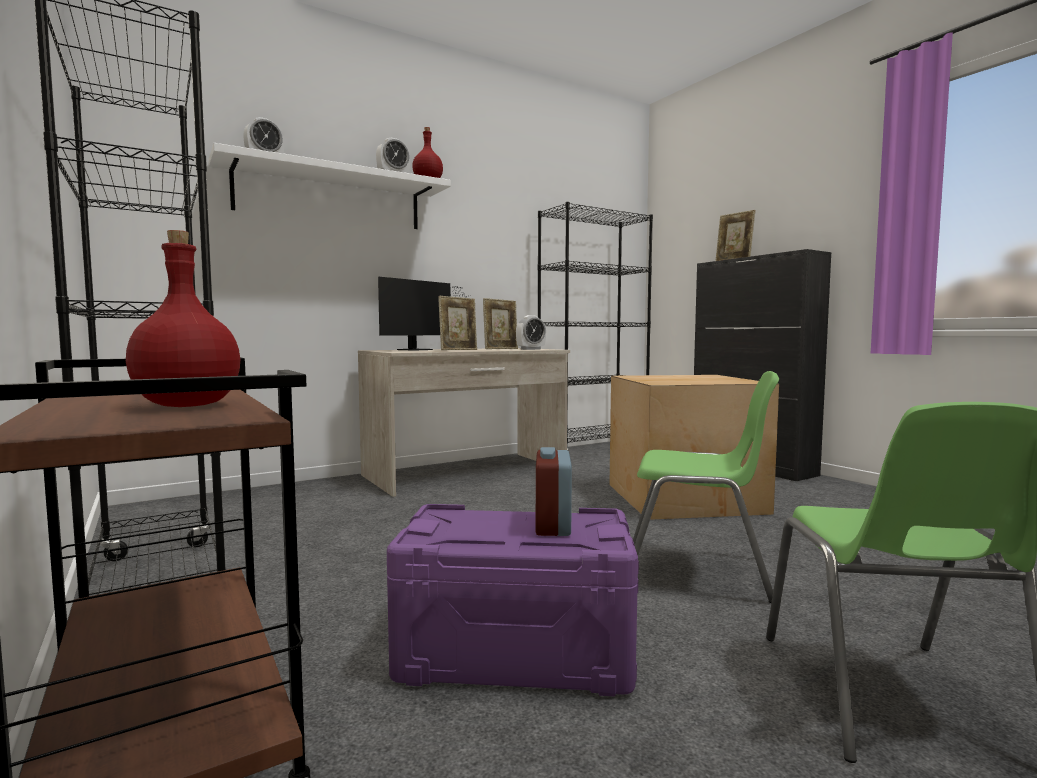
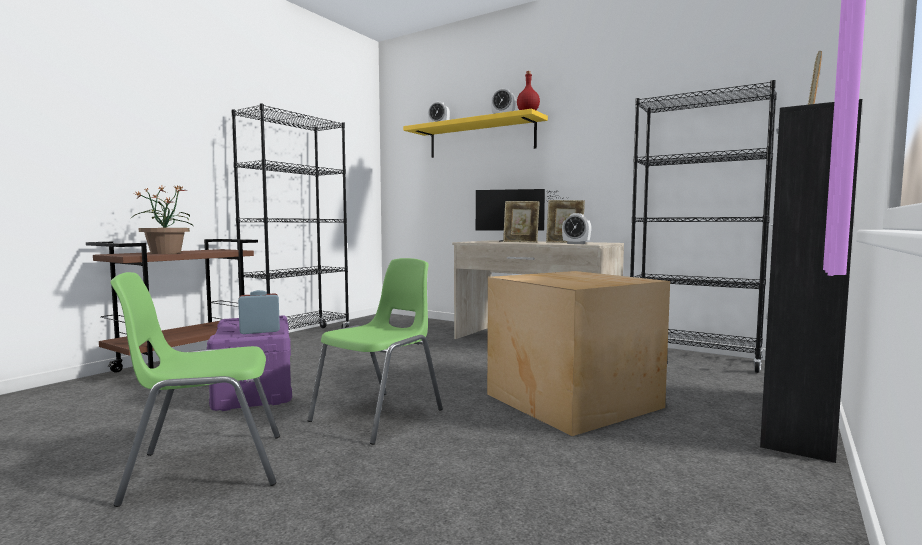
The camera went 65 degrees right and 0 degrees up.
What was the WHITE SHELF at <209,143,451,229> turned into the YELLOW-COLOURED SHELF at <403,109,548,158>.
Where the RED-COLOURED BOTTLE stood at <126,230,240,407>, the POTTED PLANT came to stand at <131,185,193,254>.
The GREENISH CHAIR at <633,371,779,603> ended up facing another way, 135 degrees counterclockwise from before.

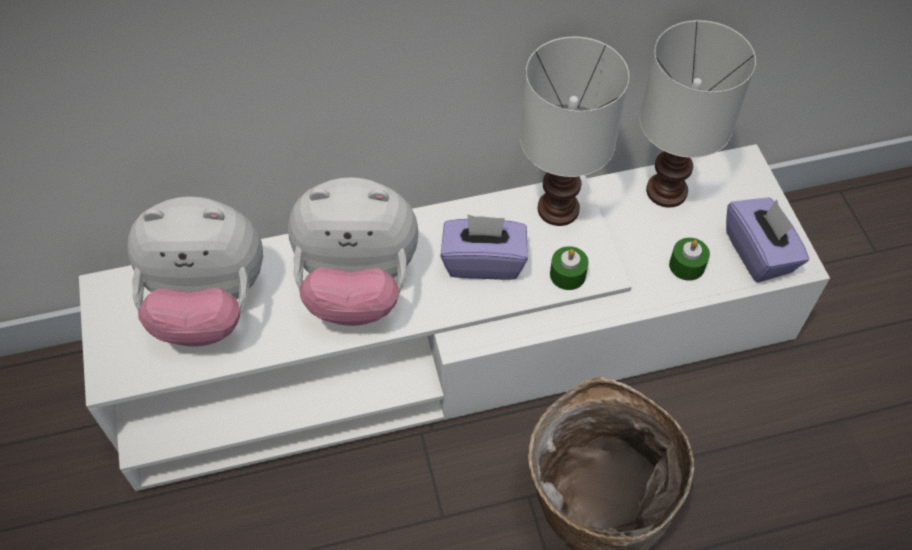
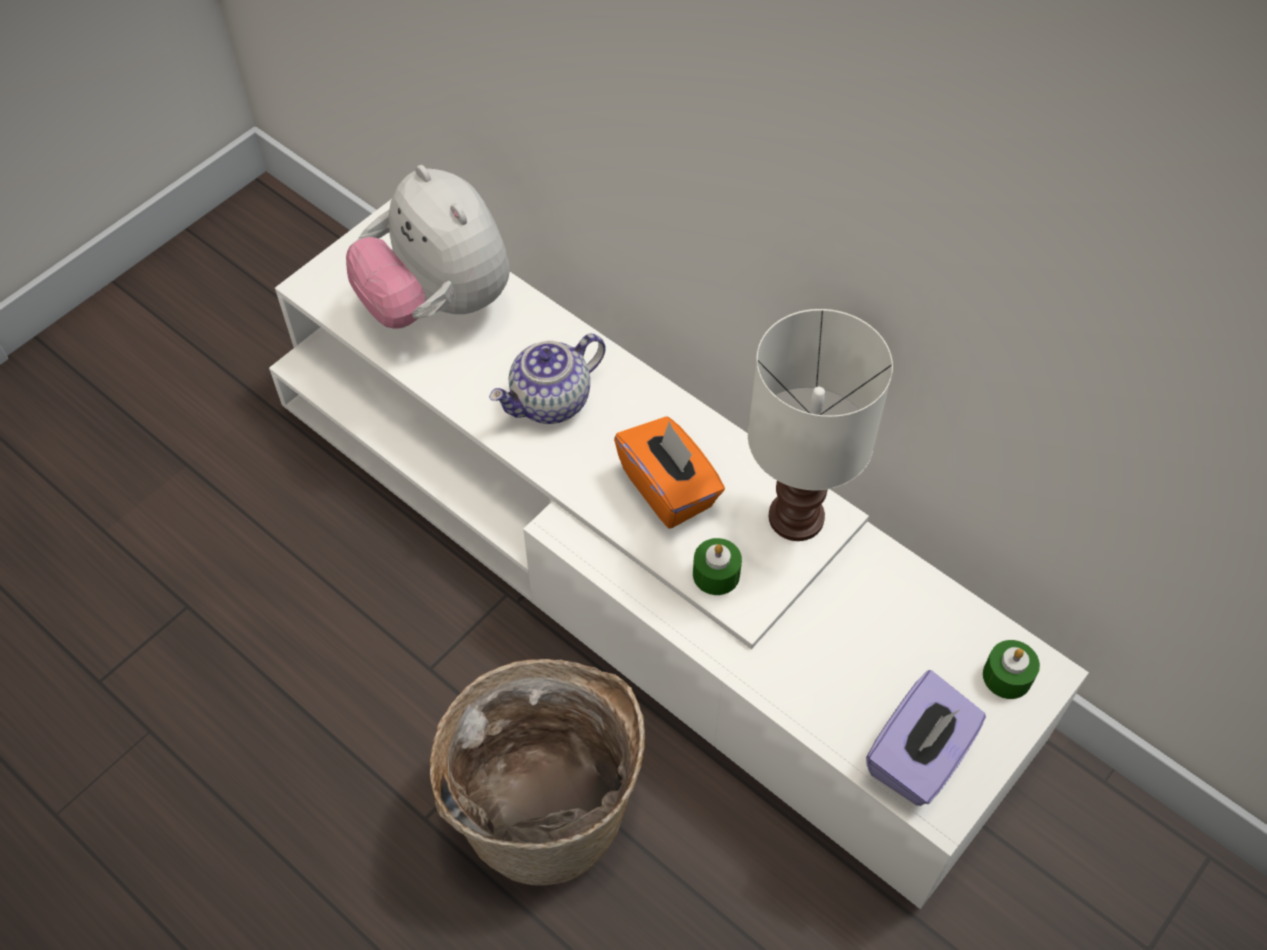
The camera went 55 degrees right and 0 degrees up.
The second view lost the WHITE TABLETOP LAMP at <640,20,756,207>.
Where the SOFT TOY stood at <288,177,419,326>, the TEAPOT came to stand at <489,334,606,424>.
What was the PURPLISH TISSUE BOX at <440,214,528,280> turned into the ORANGE-COLOURED TISSUE BOX at <614,416,725,528>.
The GREENISH CANDLE ended up elsewhere, having gone from <669,238,710,281> to <983,640,1040,699>.

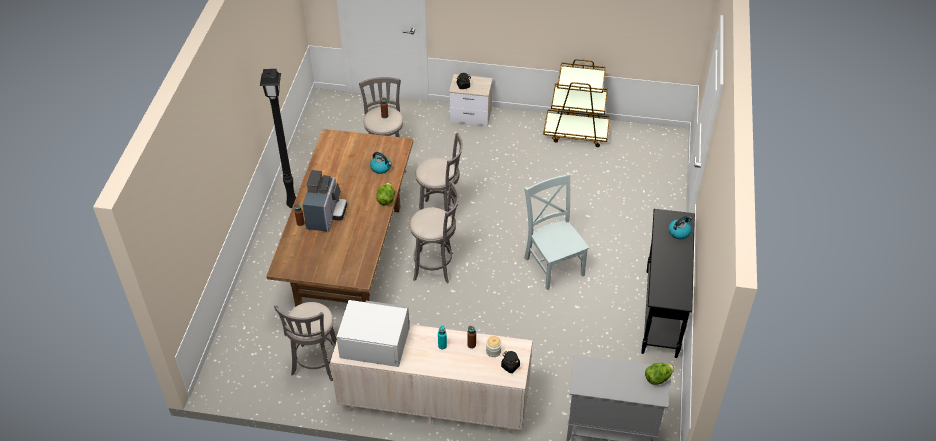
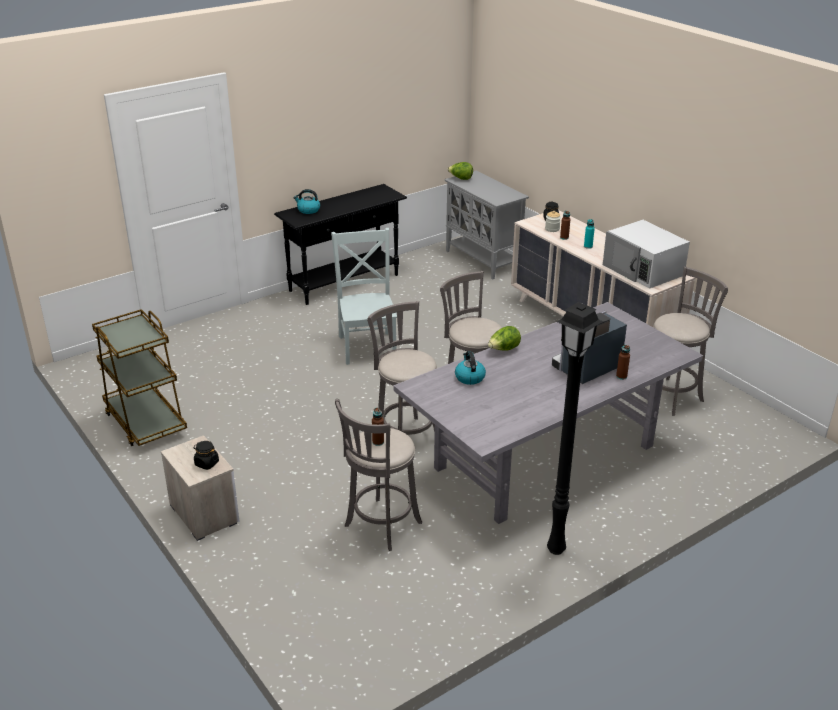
The camera went 135 degrees left and 15 degrees down.
What was the BROWNISH KITCHEN TABLE at <266,129,413,307> turned into the GRAY KITCHEN TABLE at <394,302,703,524>.
The GRAY CHAIR at <524,172,589,290> ended up facing another way, 150 degrees clockwise from before.

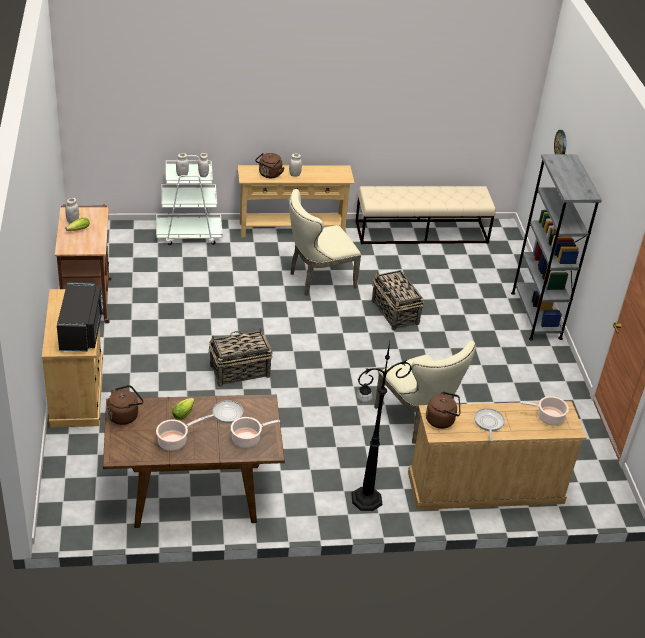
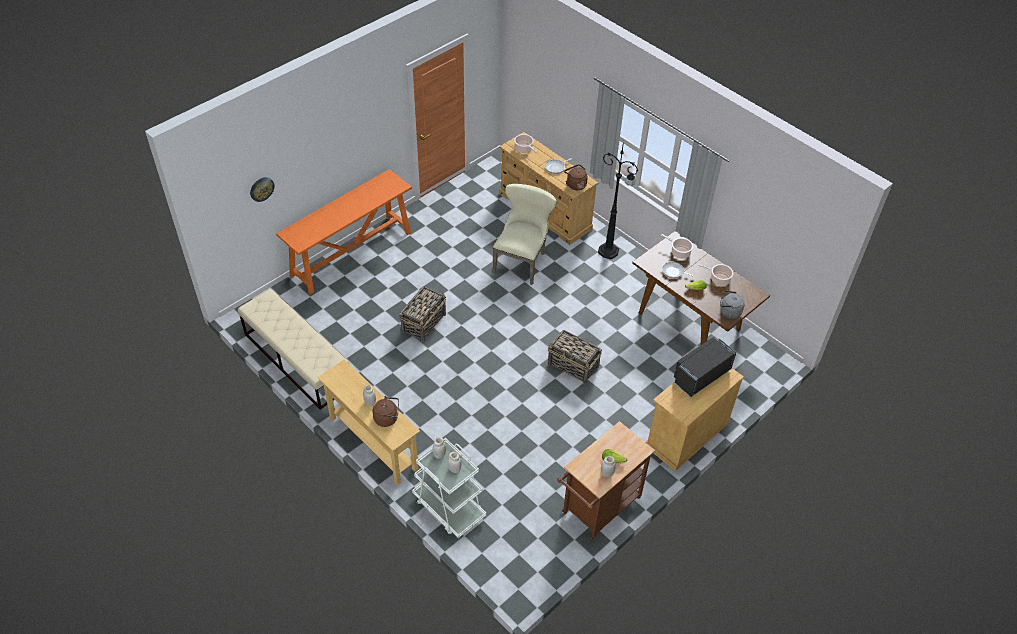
The camera went 125 degrees left and 10 degrees up.
Where the GRAY BOOKCASE stood at <511,154,602,341>, the ORANGE-COLOURED CONSOLE TABLE came to stand at <276,169,412,295>.
The second view lost the SAND-COLOURED CHAIR at <289,189,361,296>.
What was the BROWNISH TEA KETTLE at <107,385,144,425> turned into the GRAY TEA KETTLE at <720,291,744,319>.

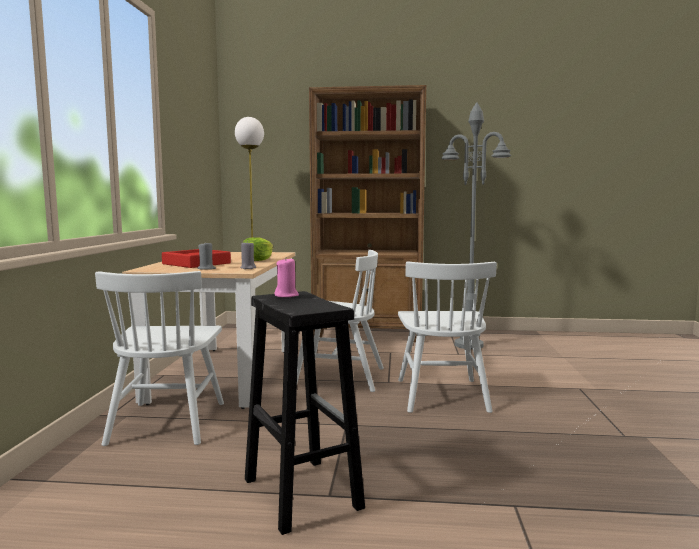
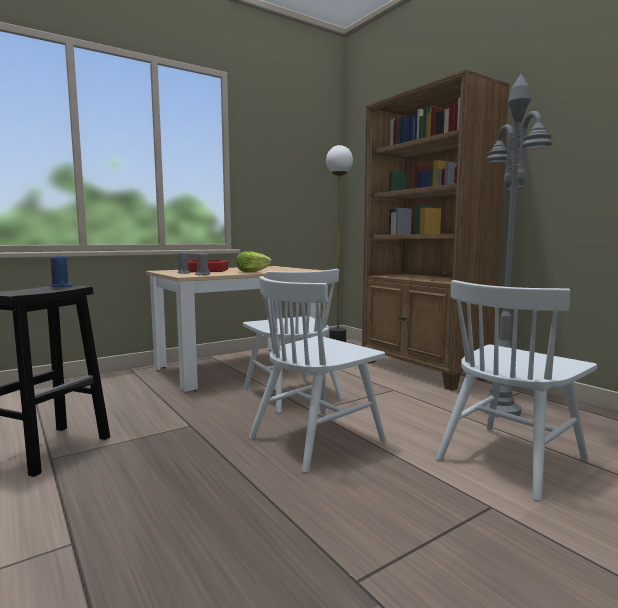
The camera went 50 degrees right and 0 degrees up.
What was the PINKISH CANDLE at <275,258,299,297> turned into the BLUISH CANDLE at <50,254,72,287>.
The WHITE CHAIR ended up elsewhere, having gone from <95,271,224,446> to <436,280,597,501>.

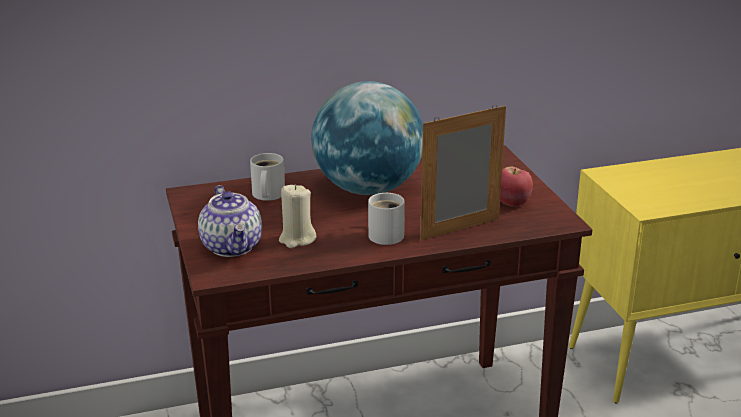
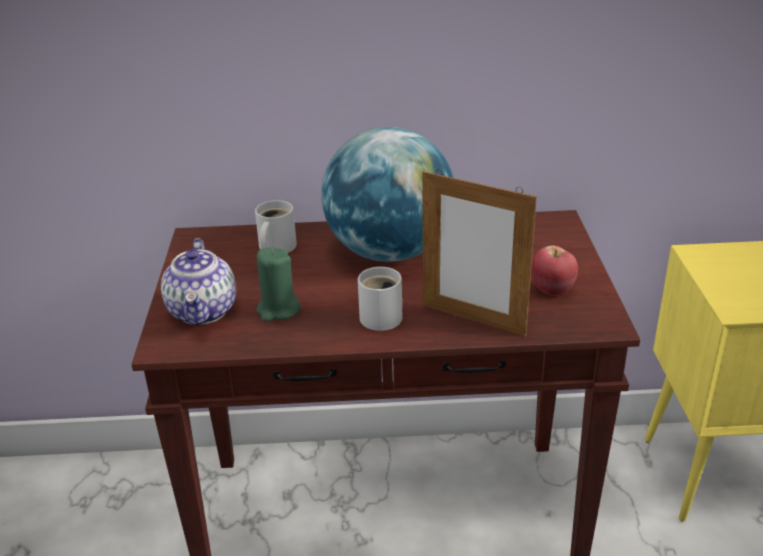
The camera went 15 degrees right and 5 degrees up.
The PHOTO FRAME at <420,104,506,241> ended up facing another way, 135 degrees counterclockwise from before.
What was the SAND-COLOURED CANDLE at <279,184,316,248> turned into the GREENISH CANDLE at <256,247,301,322>.

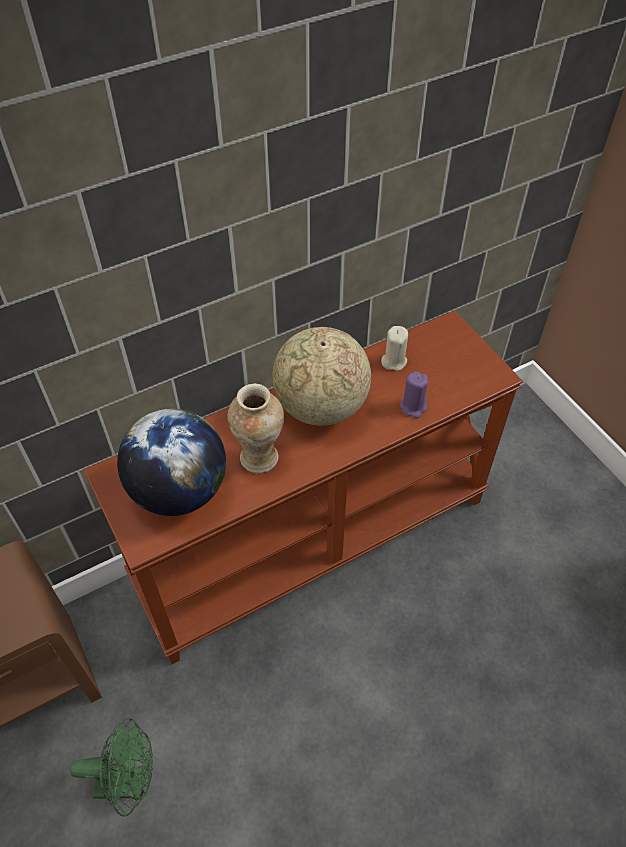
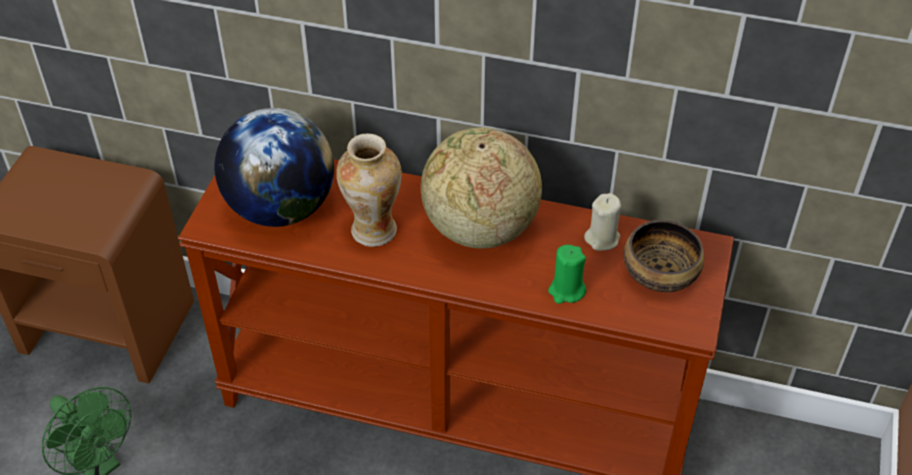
The camera went 45 degrees right and 5 degrees down.
What was the PURPLISH CANDLE at <400,371,428,418> turned into the GREENISH CANDLE at <548,245,586,304>.
The second view gained the BOWL at <624,220,704,292>.

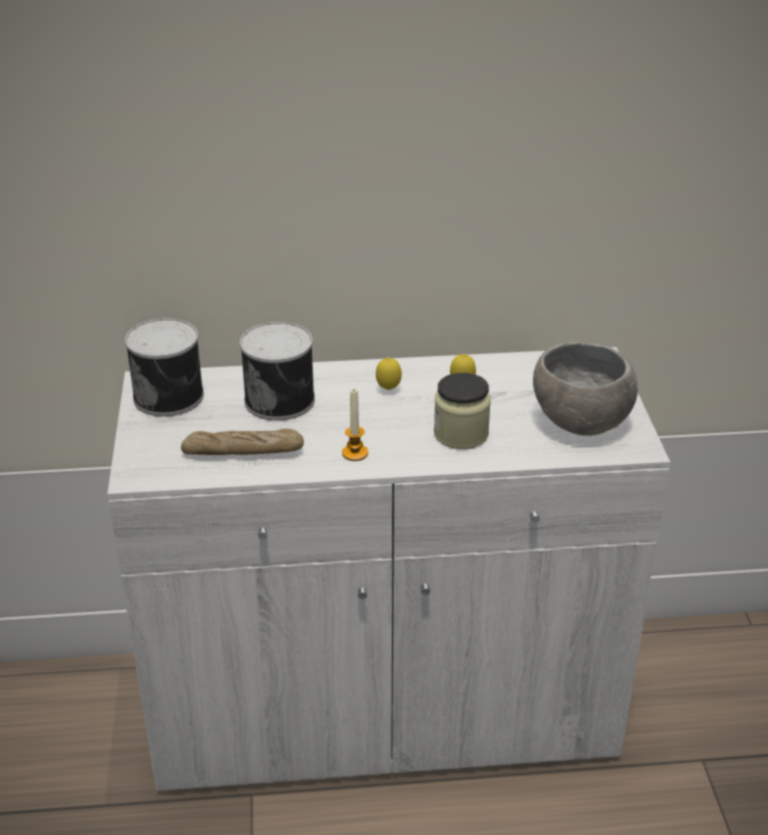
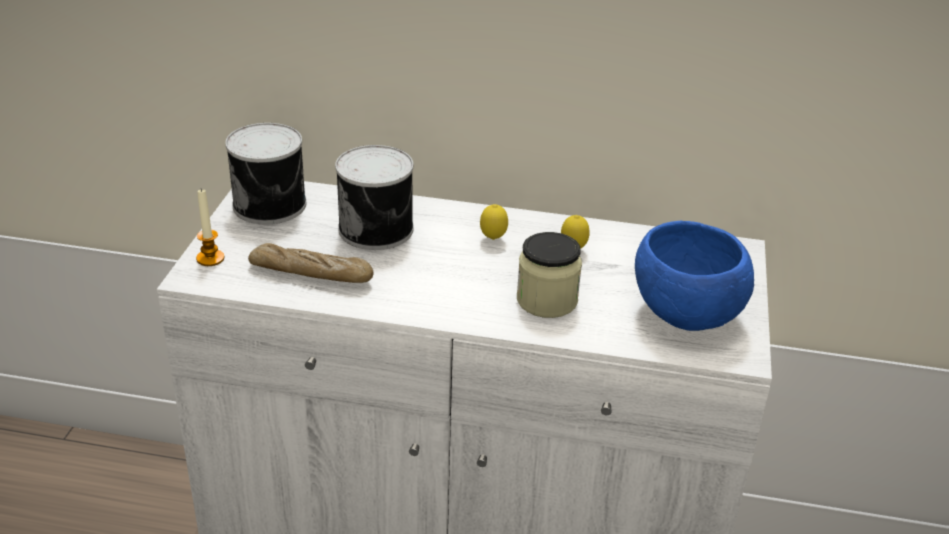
The camera went 15 degrees right and 0 degrees up.
What was the GRAY BOWL at <533,342,638,436> turned into the BLUISH BOWL at <635,220,754,331>.
The CANDLE ended up elsewhere, having gone from <342,390,368,461> to <196,189,224,266>.

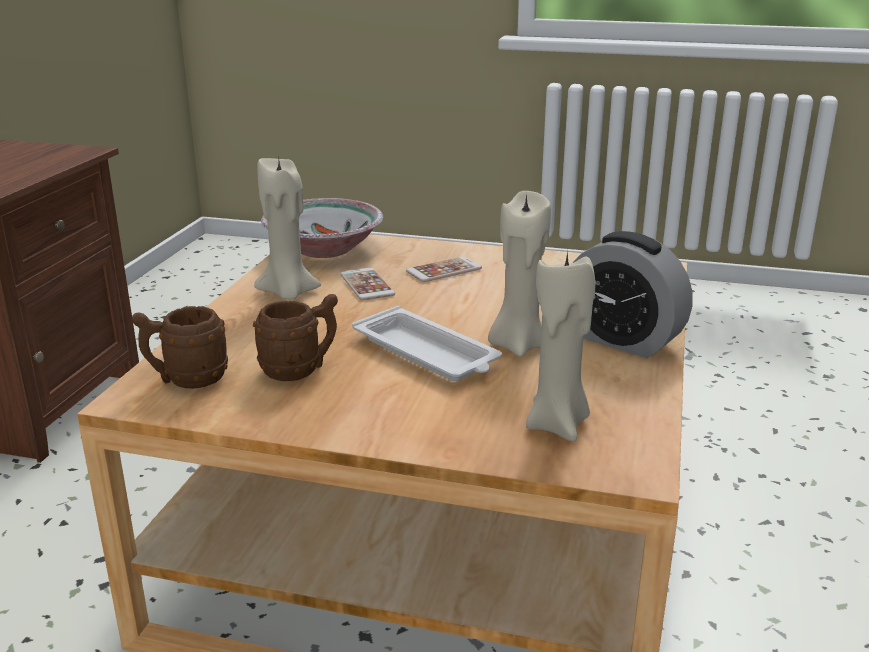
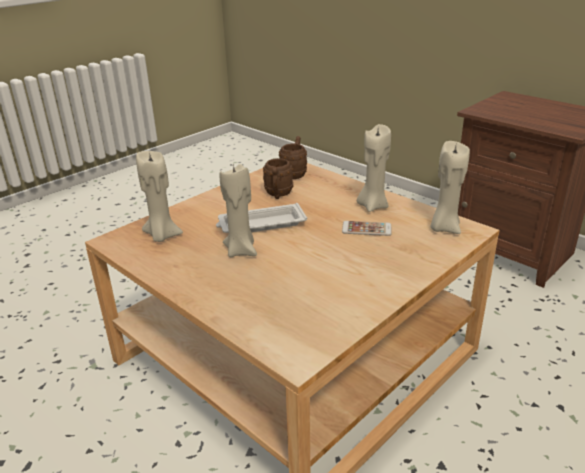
The camera went 120 degrees right and 5 degrees up.
Where the BOWL stood at <261,198,383,258>, the SAND-COLOURED CANDLE came to stand at <430,141,470,234>.
The second view lost the ALARM CLOCK at <572,231,692,358>.
The second view lost the HANDSET at <406,256,482,282>.

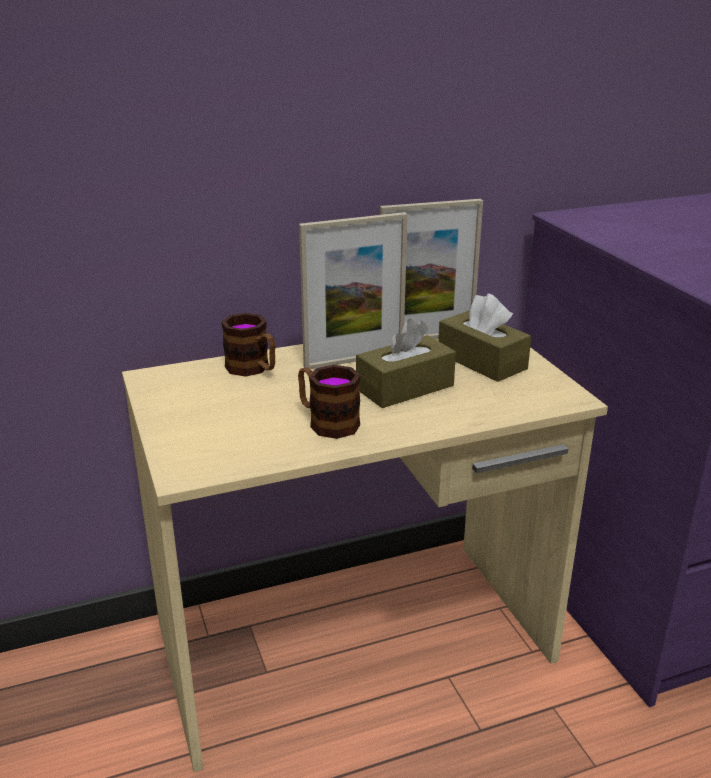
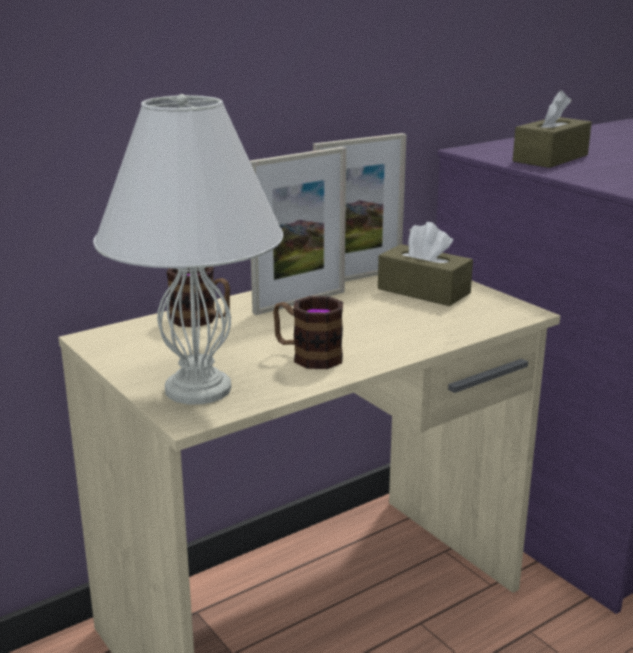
The camera went 15 degrees left and 5 degrees down.
The BROWNISH TISSUE BOX ended up elsewhere, having gone from <356,319,456,408> to <513,90,592,168>.
The second view gained the WHITE TABLETOP LAMP at <93,94,283,404>.

